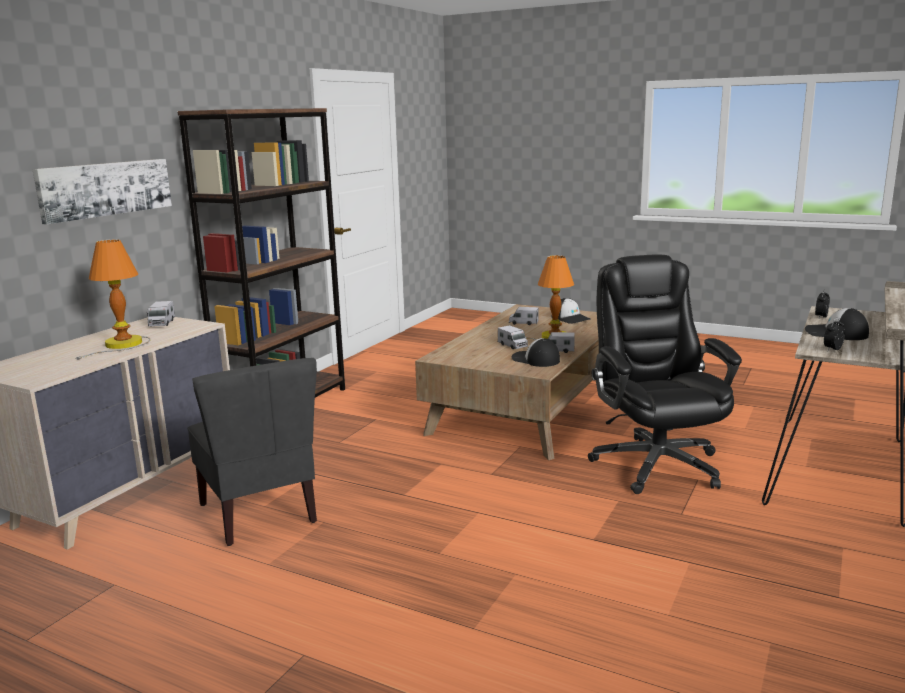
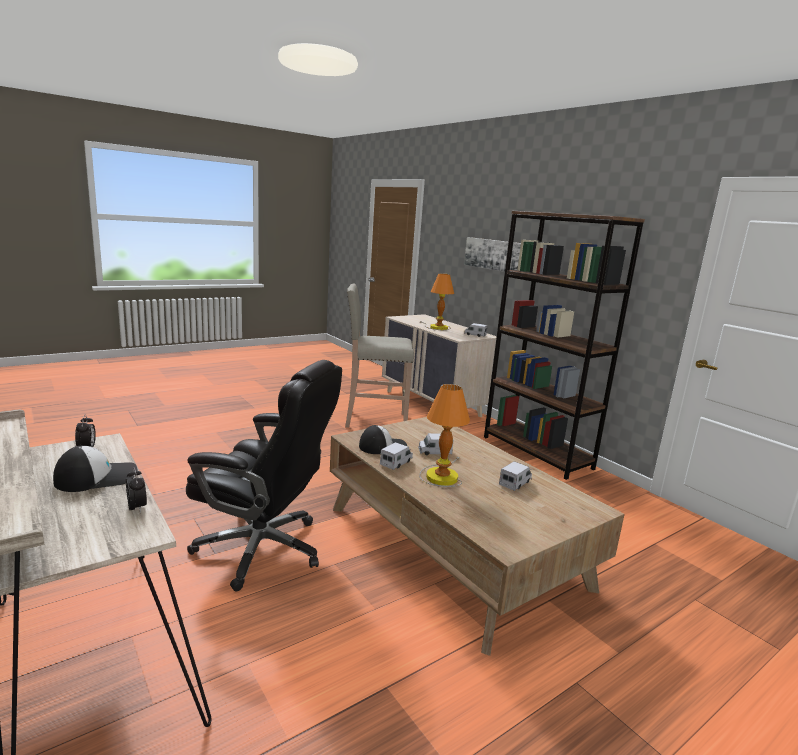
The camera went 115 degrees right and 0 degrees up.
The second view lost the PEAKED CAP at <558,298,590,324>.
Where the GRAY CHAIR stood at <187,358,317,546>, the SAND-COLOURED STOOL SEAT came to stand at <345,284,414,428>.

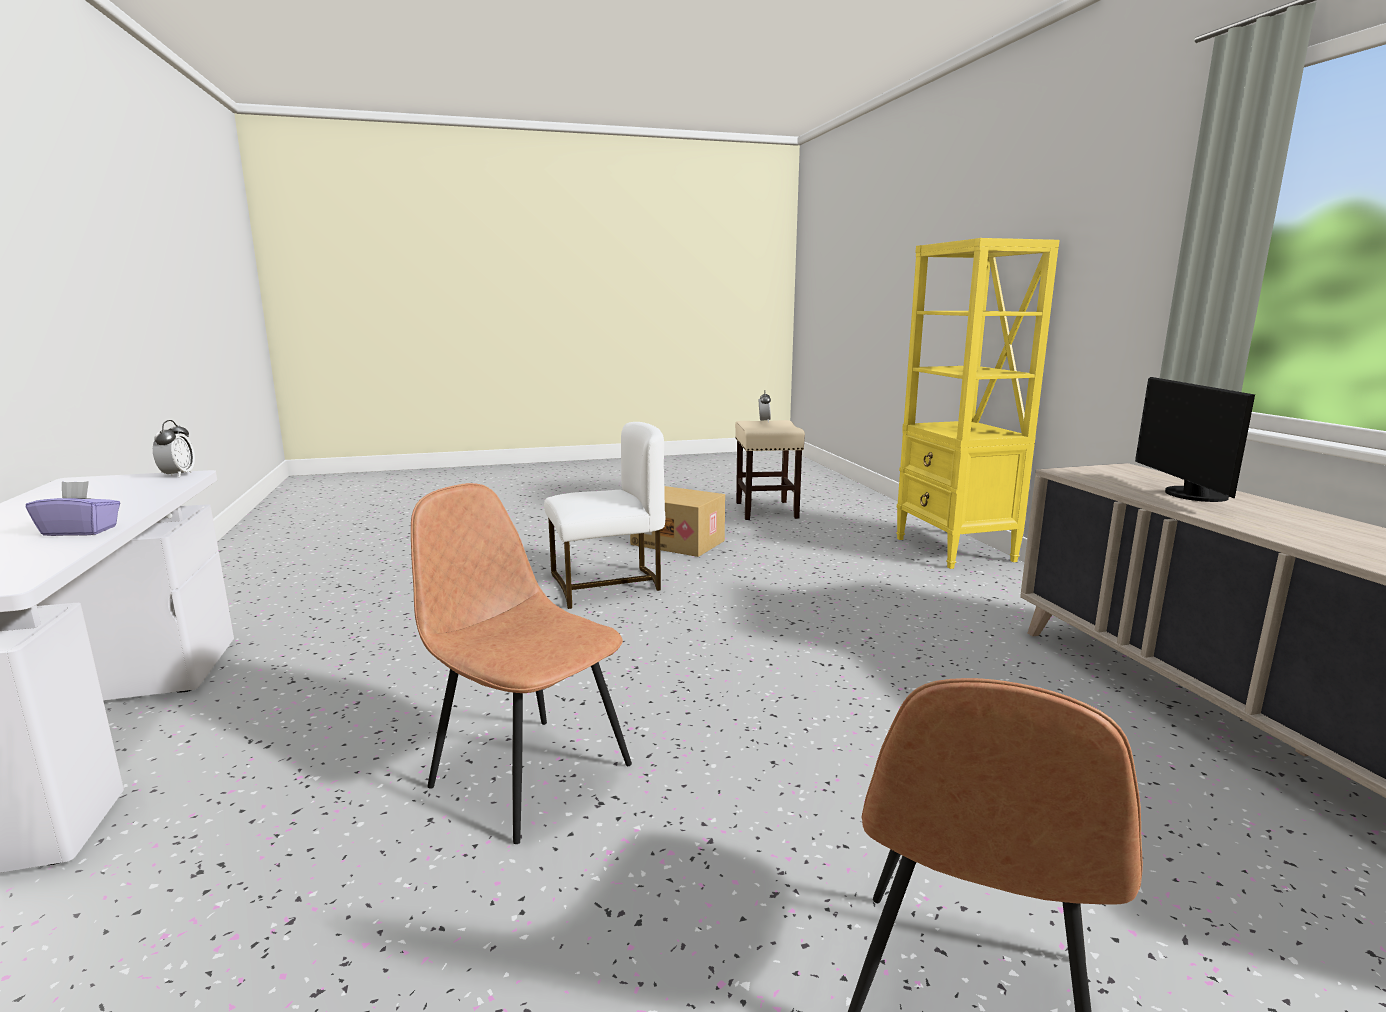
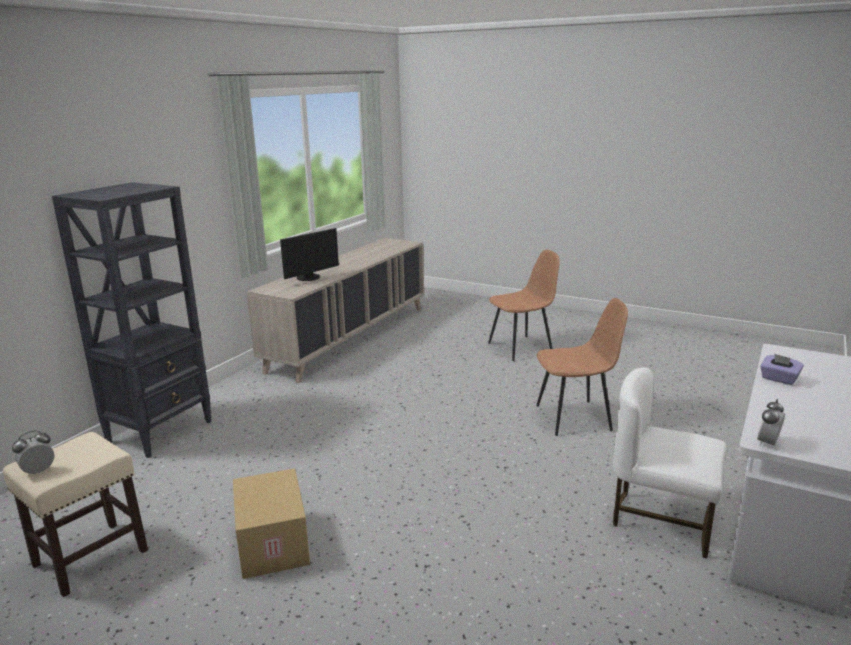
The camera went 135 degrees left and 5 degrees up.
What was the YELLOW-COLOURED BOOKCASE at <896,238,1060,569> turned into the BLACKISH BOOKCASE at <52,182,212,458>.
The WHITE CHAIR ended up elsewhere, having gone from <544,422,665,609> to <613,367,727,559>.
The BROWNISH CHAIR at <411,483,632,844> ended up facing another way, 90 degrees counterclockwise from before.

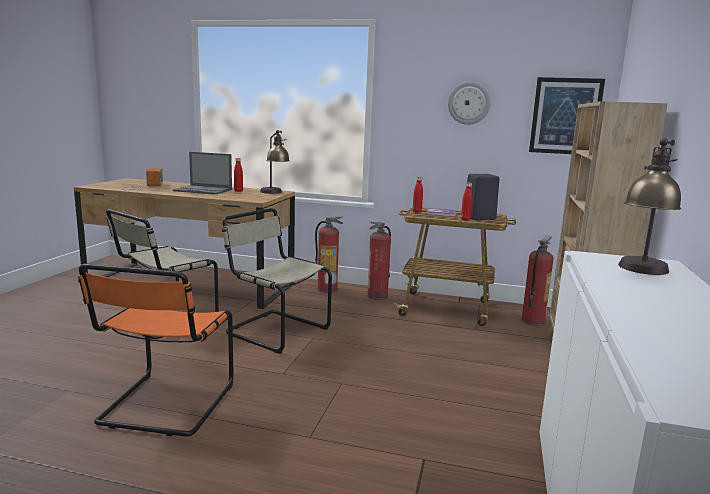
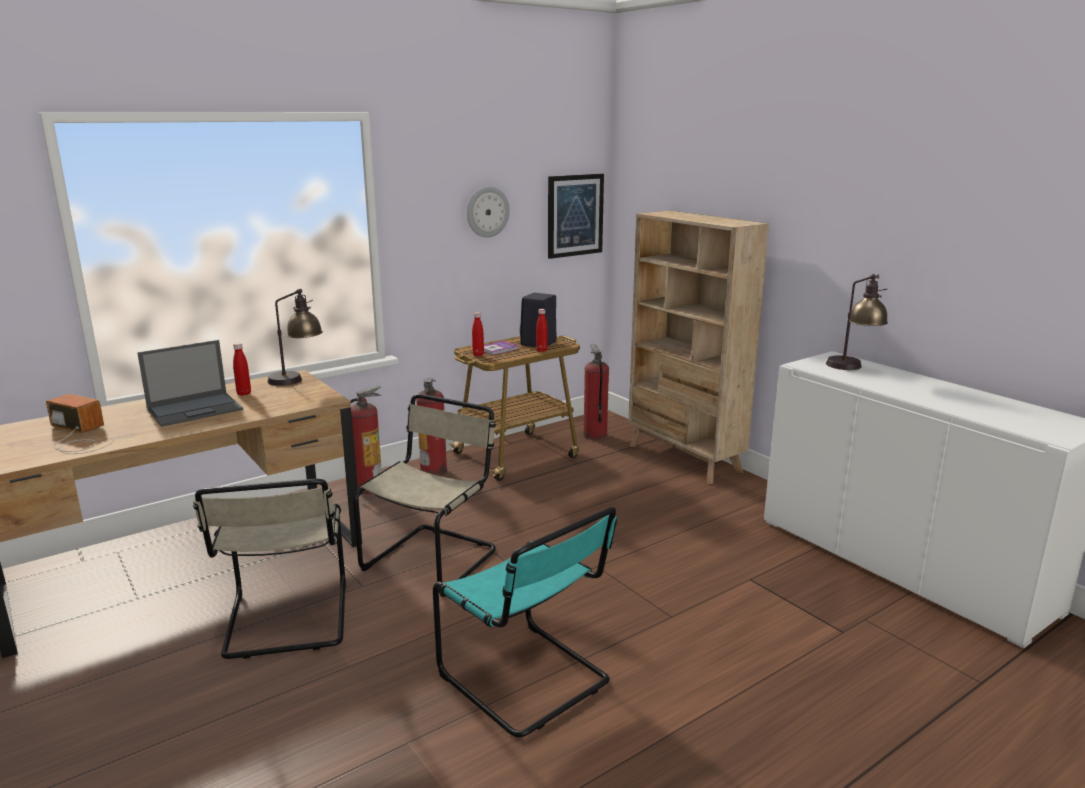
The camera went 50 degrees left and 5 degrees up.
The SAND-COLOURED CHAIR at <222,208,332,354> ended up facing another way, 135 degrees clockwise from before.
What was the ORANGE-COLOURED CHAIR at <78,264,234,436> turned into the TURQUOISE-COLOURED CHAIR at <433,507,617,737>.

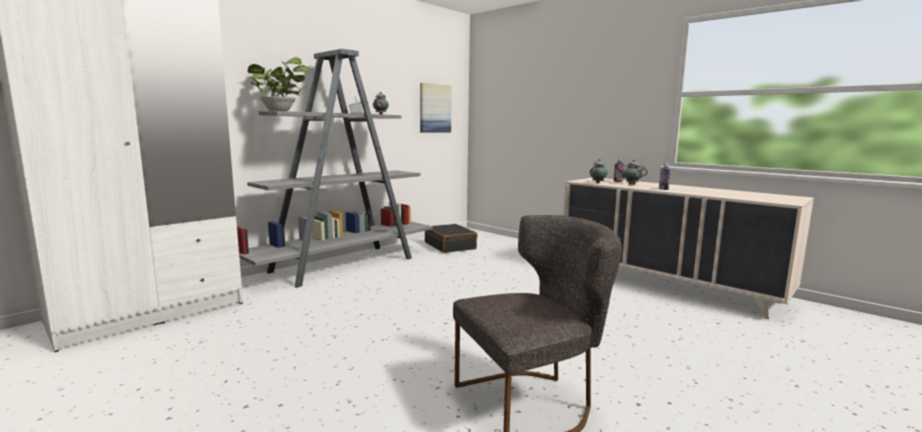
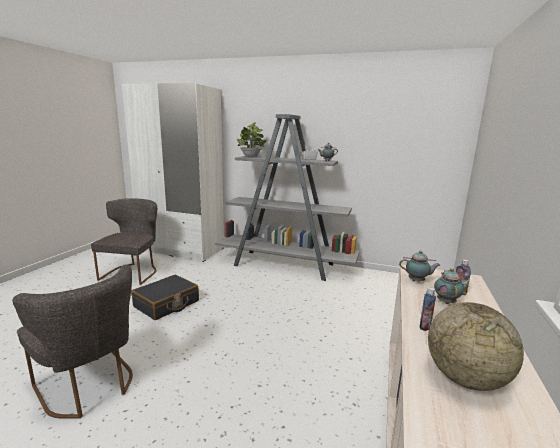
The camera went 65 degrees right and 5 degrees up.
The second view lost the WALL PICTURE at <420,83,452,133>.
The BLACKISH SUITCASE ended up elsewhere, having gone from <425,224,478,253> to <131,275,199,320>.
The second view gained the GRAY CHAIR at <91,198,157,285>.
The second view gained the GLOBE at <428,302,524,391>.

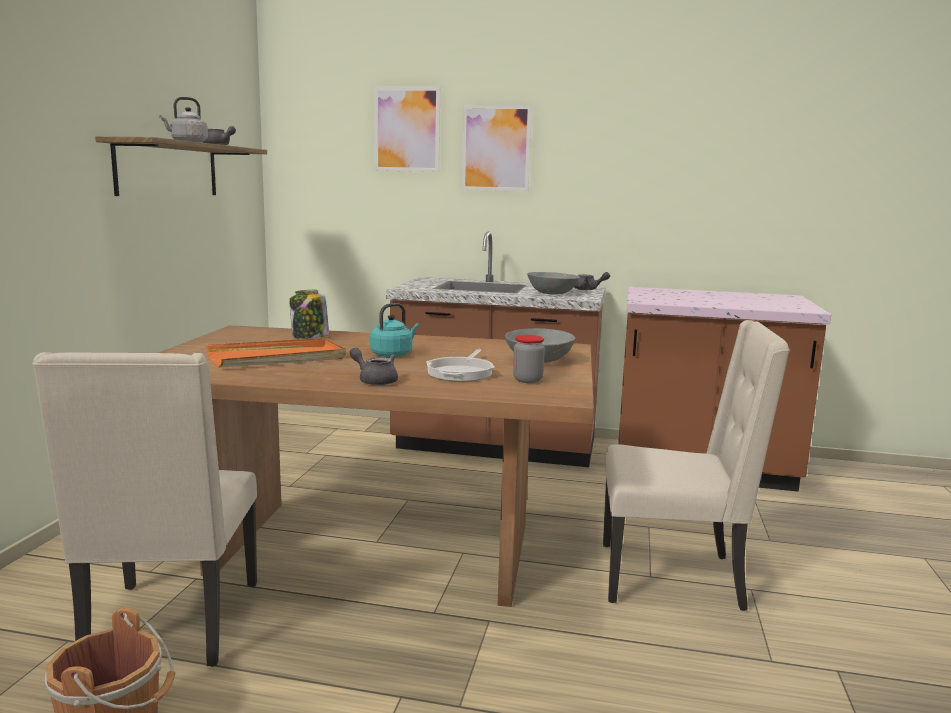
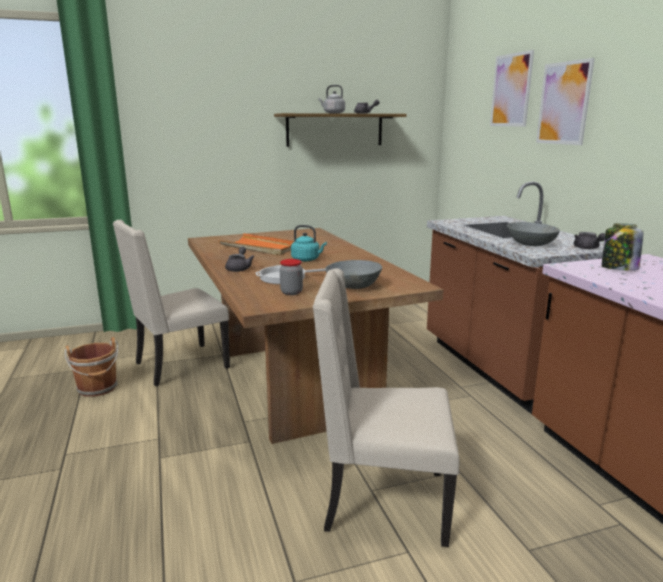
The camera went 60 degrees right and 5 degrees up.
The PRESERVE JAR ended up elsewhere, having gone from <289,290,329,339> to <602,223,643,270>.
The SAND-COLOURED CHAIR at <603,320,790,611> ended up facing another way, 120 degrees clockwise from before.

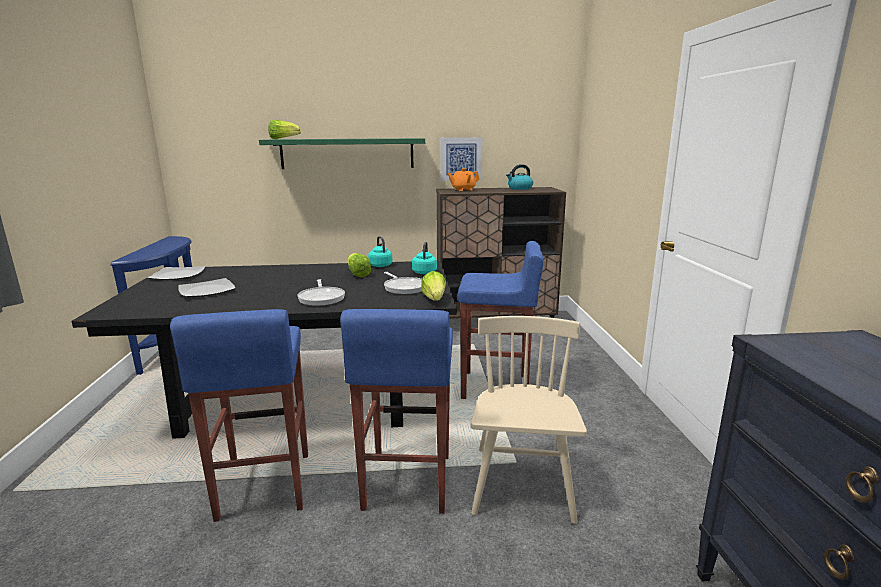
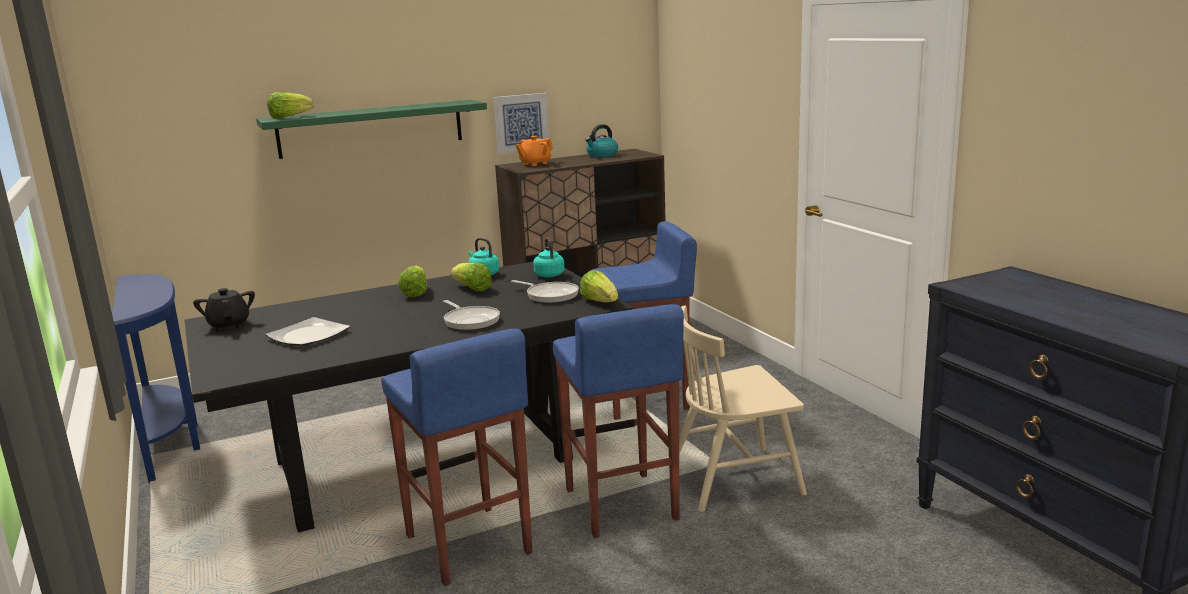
The camera went 20 degrees left and 0 degrees up.
Where the DINNER PLATE stood at <147,266,206,280>, the BLACKISH TEAPOT came to stand at <193,288,255,331>.
The SAND-COLOURED CHAIR at <471,316,587,524> ended up facing another way, 90 degrees counterclockwise from before.
The second view gained the HEAD OF LETTUCE at <398,266,427,298>.

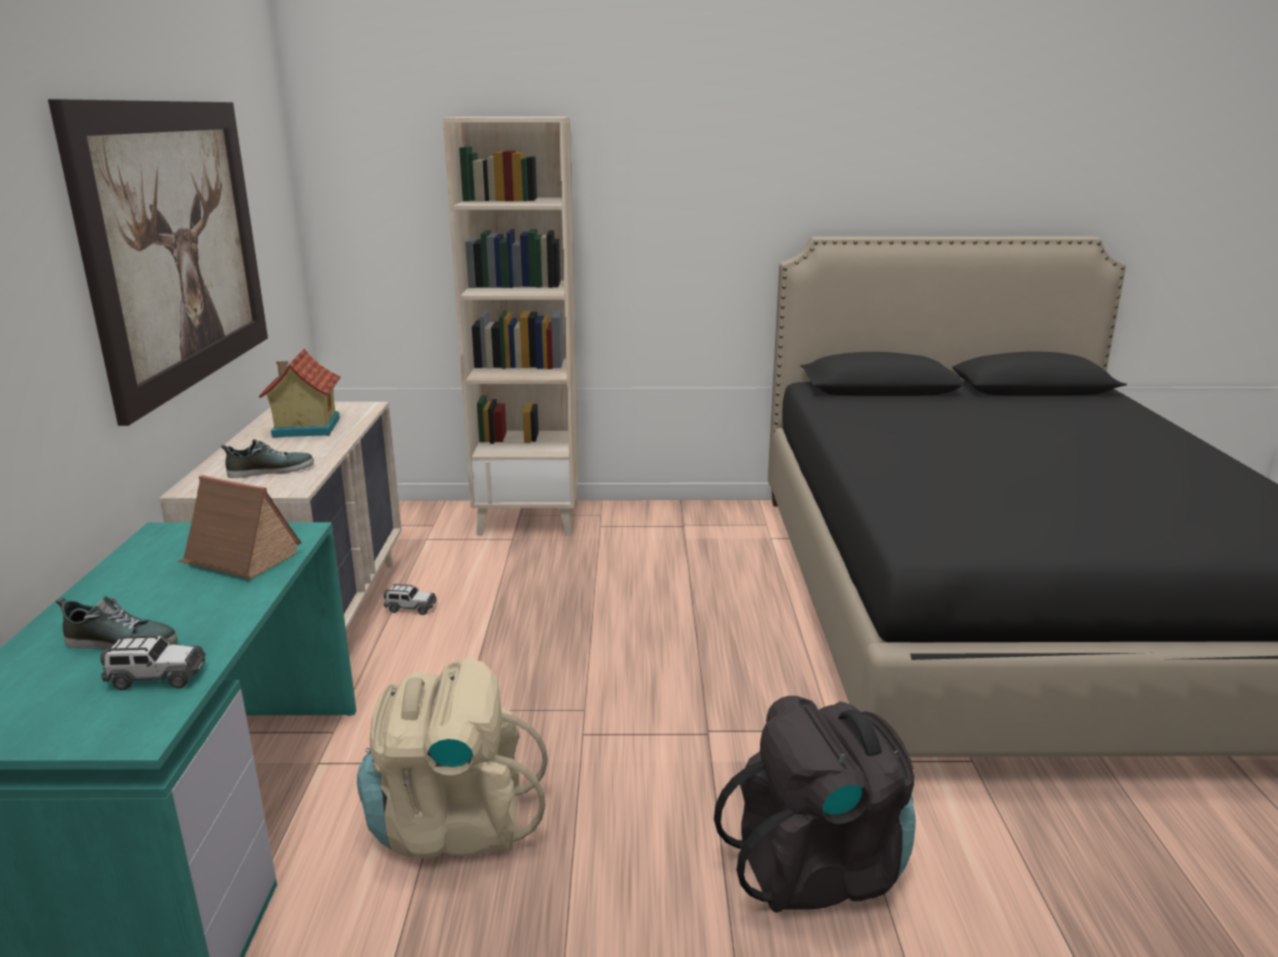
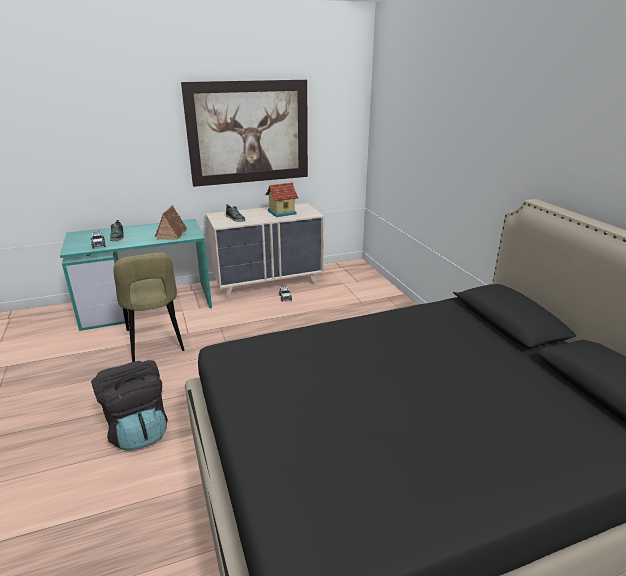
The camera went 70 degrees right and 5 degrees up.
The second view lost the SAND-COLOURED BOOKCASE at <443,117,579,535>.
Where the SAND-COLOURED RUCKSACK stood at <357,658,548,858>, the SAND-COLOURED CHAIR came to stand at <113,252,184,362>.

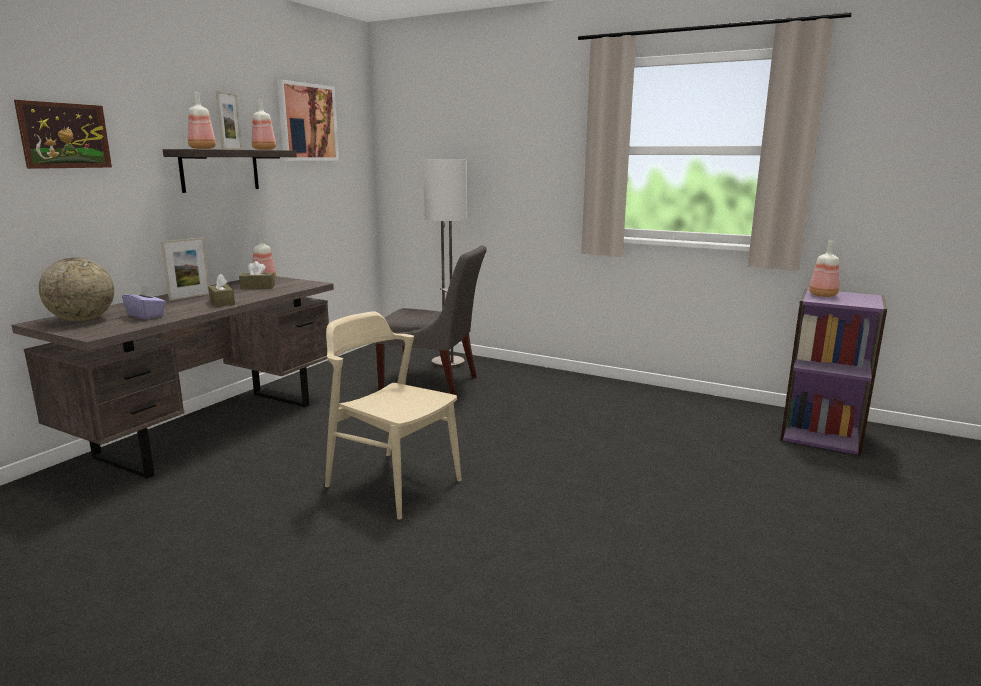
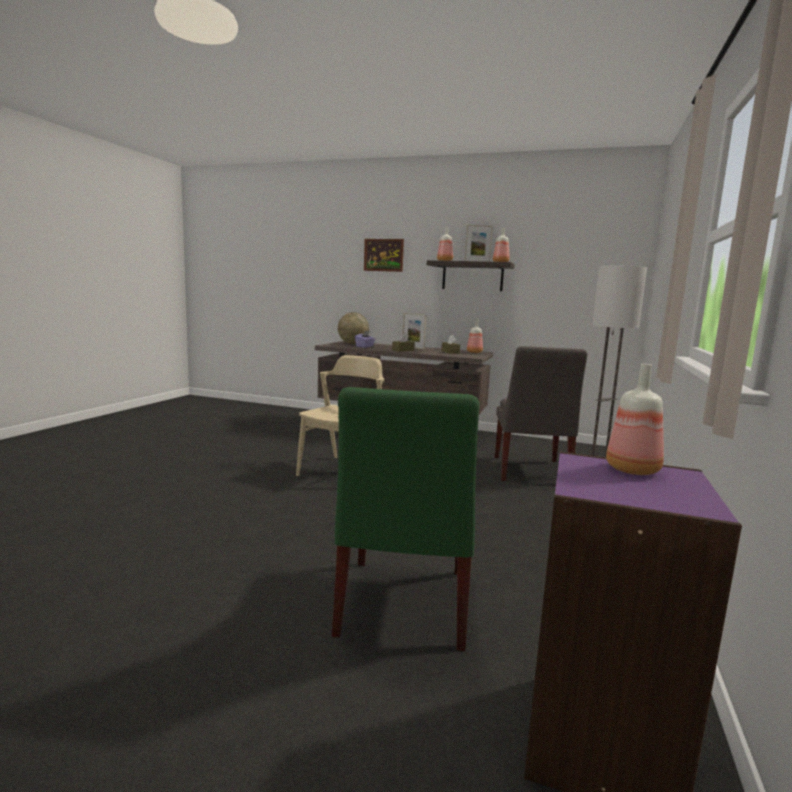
The camera went 80 degrees right and 5 degrees down.
The second view lost the WALL PICTURE at <277,80,339,161>.
The second view gained the GREENISH CHAIR at <332,387,479,651>.

